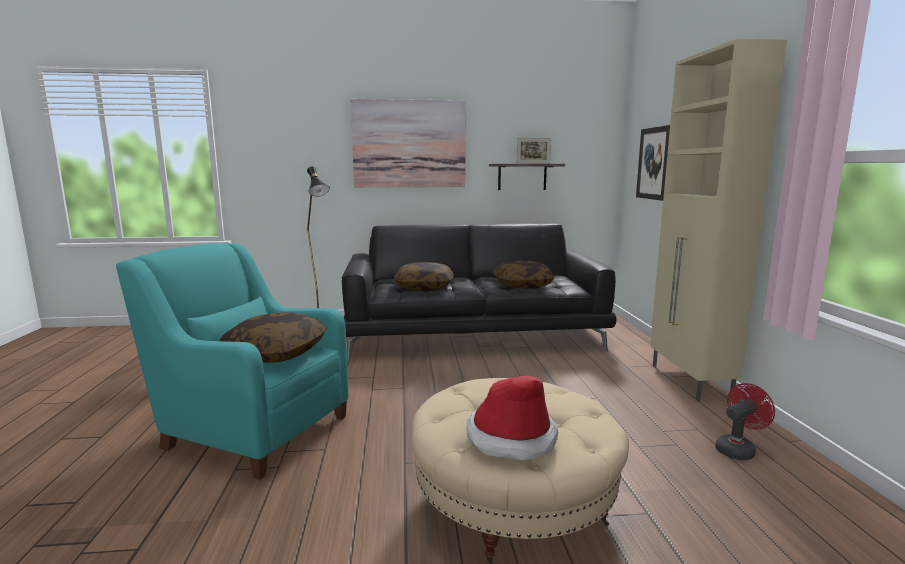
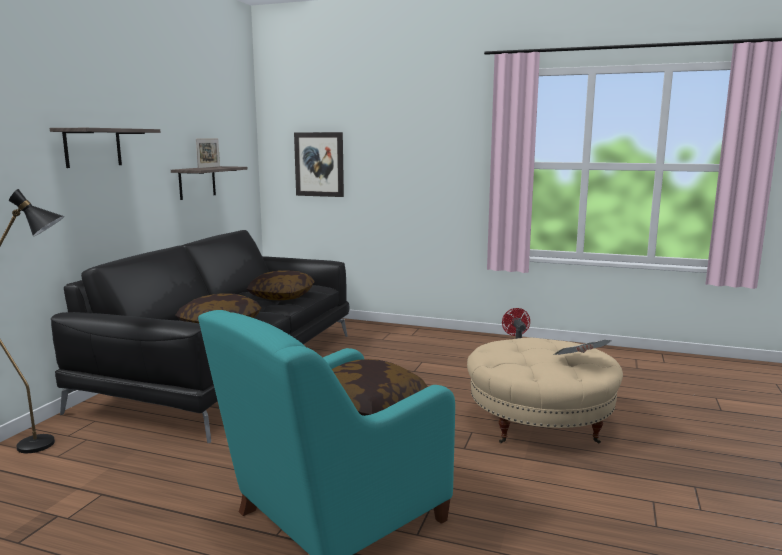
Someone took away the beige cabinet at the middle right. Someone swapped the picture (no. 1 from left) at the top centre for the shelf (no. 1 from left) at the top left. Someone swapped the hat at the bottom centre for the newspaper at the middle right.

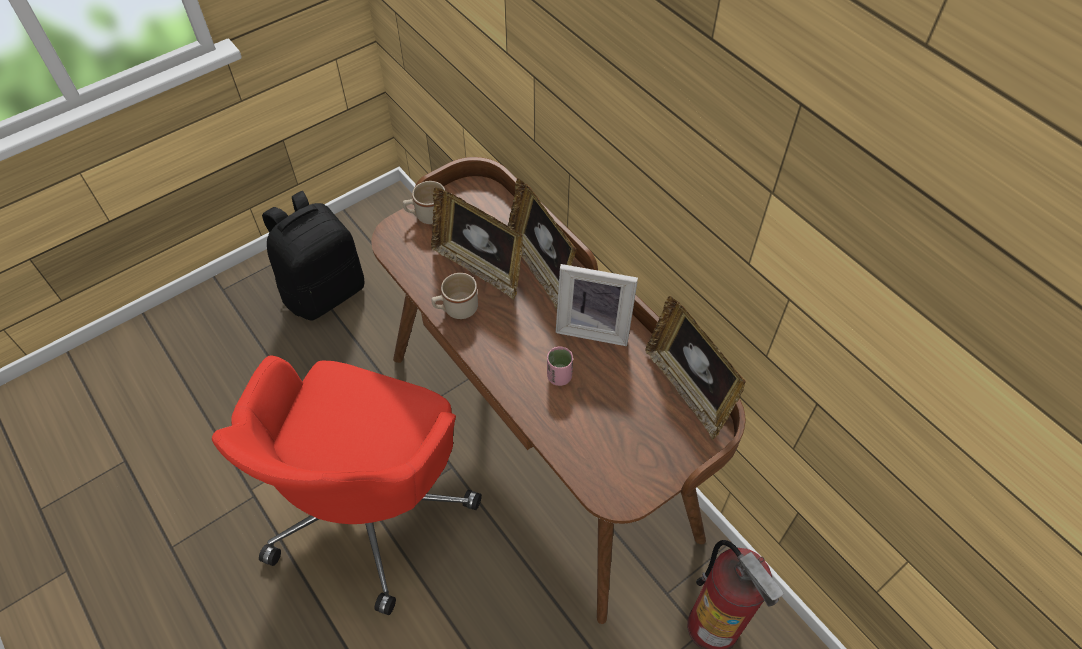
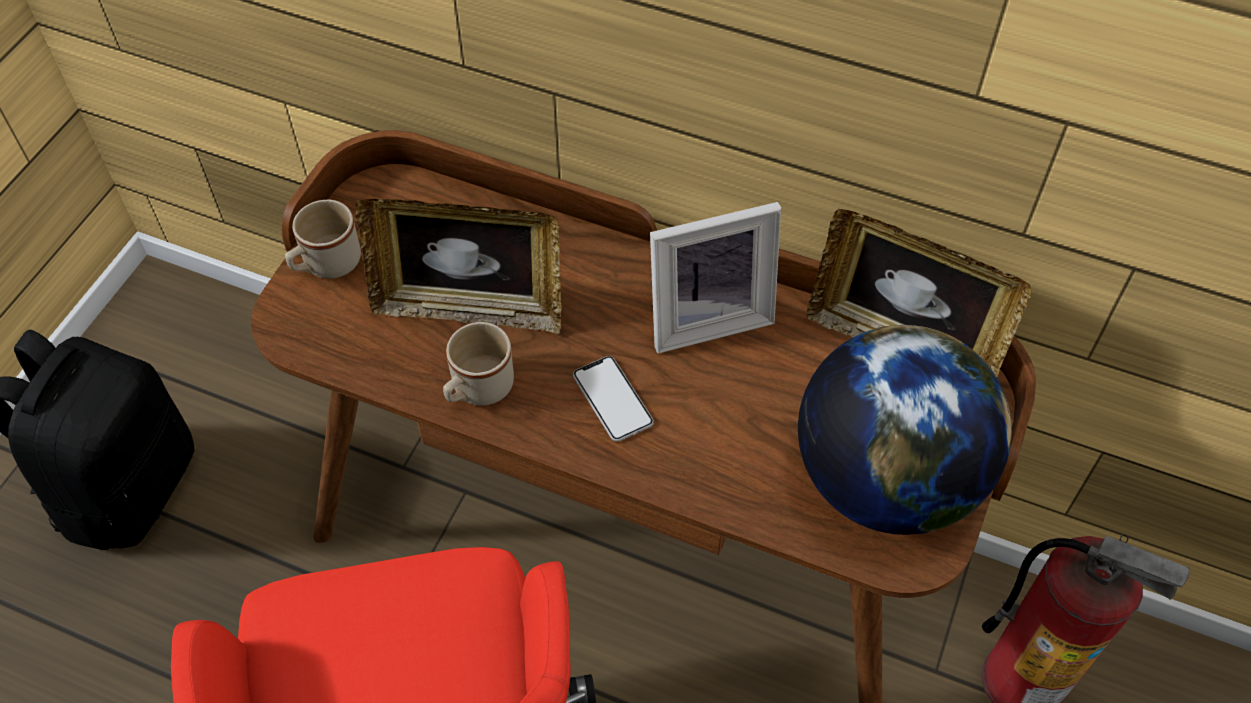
Someone took away the picture frame (no. 2 from left) at the centre. Someone took away the pink cup at the centre. Someone put down the globe at the middle right. Someone put down the phone at the centre.

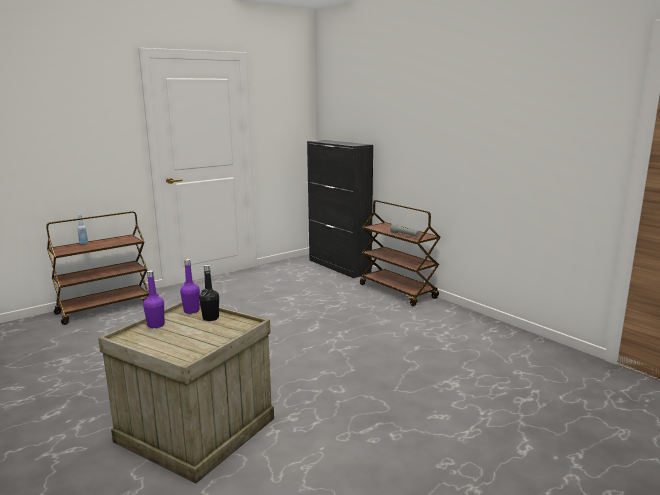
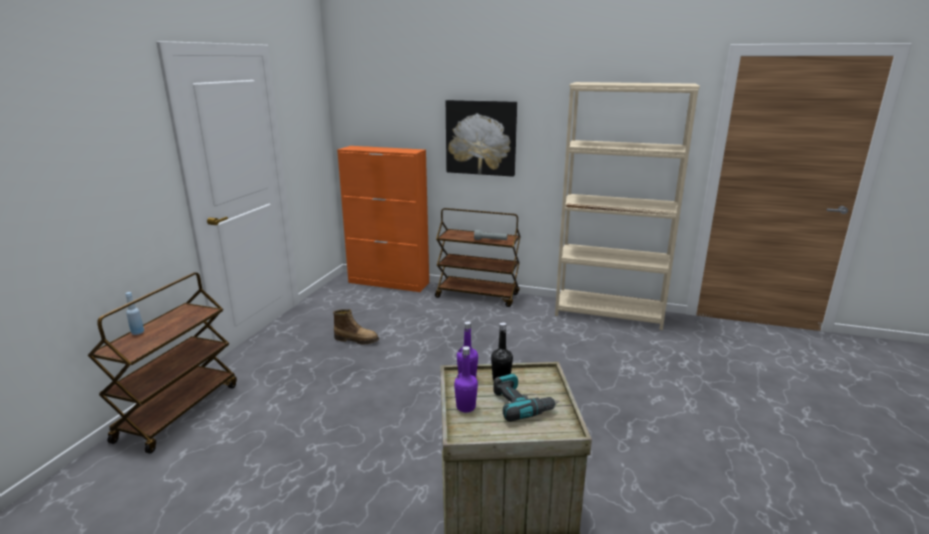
Someone repainted the black cabinet at the centre, which became the orange cabinet at the centre. Someone put down the beige bookcase at the middle right. Someone put up the picture at the top centre. Someone put down the boot at the centre. Someone put down the power drill at the bottom centre.

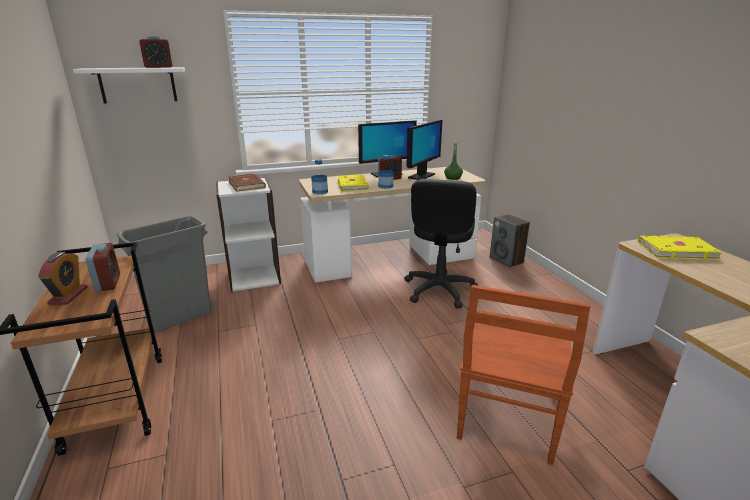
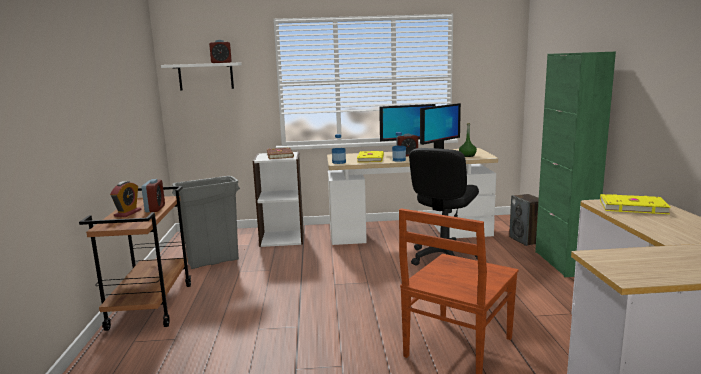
Someone put down the green cabinet at the middle right.

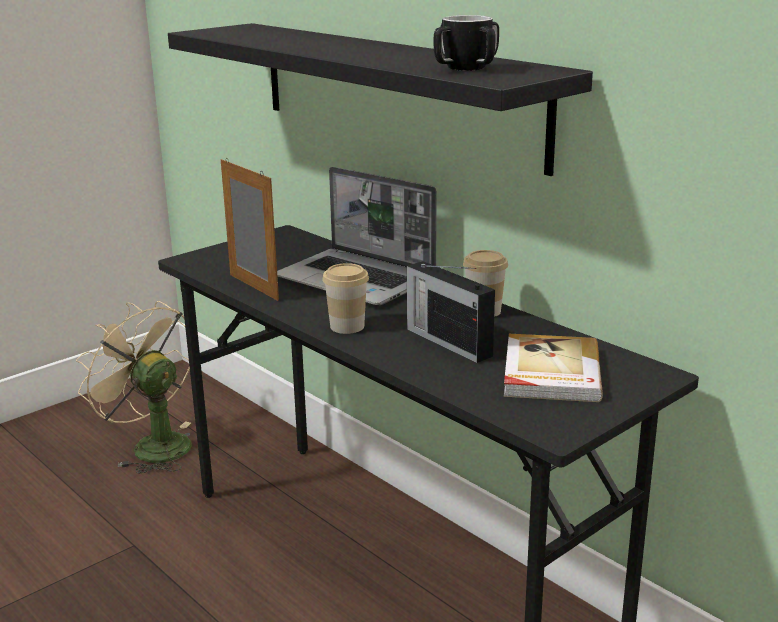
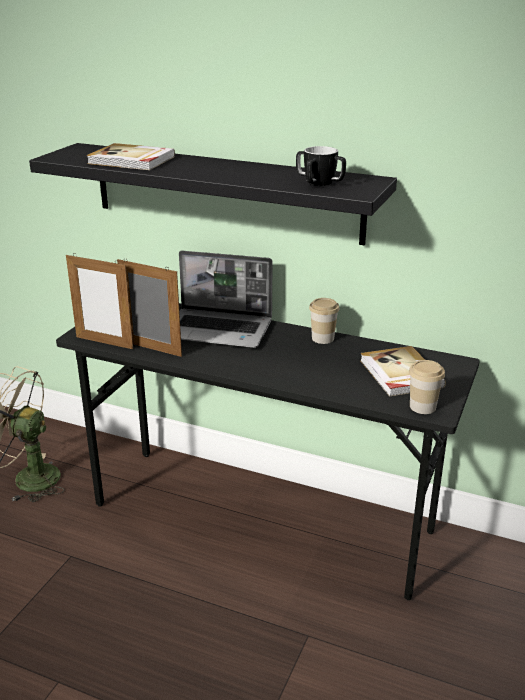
Someone took away the radio at the centre. Someone carried the cup (no. 1 from left in the first image) from the centre to the middle right. Someone put down the book (no. 1 from left) at the top left. Someone put down the picture frame (no. 1 from left) at the middle left.

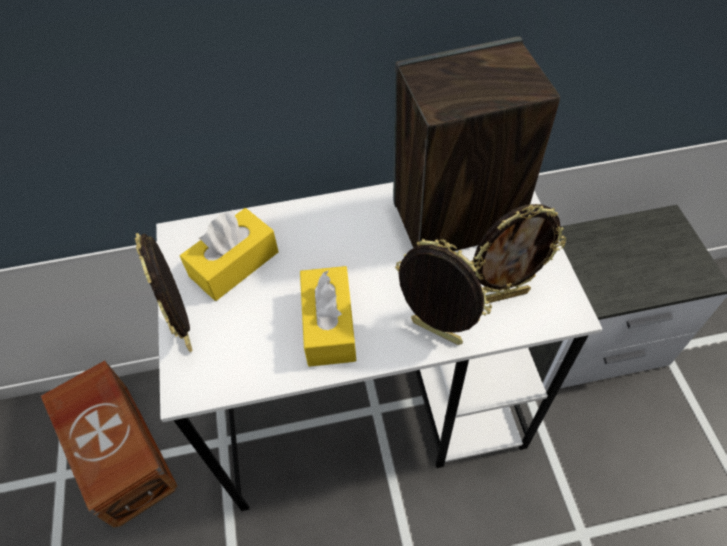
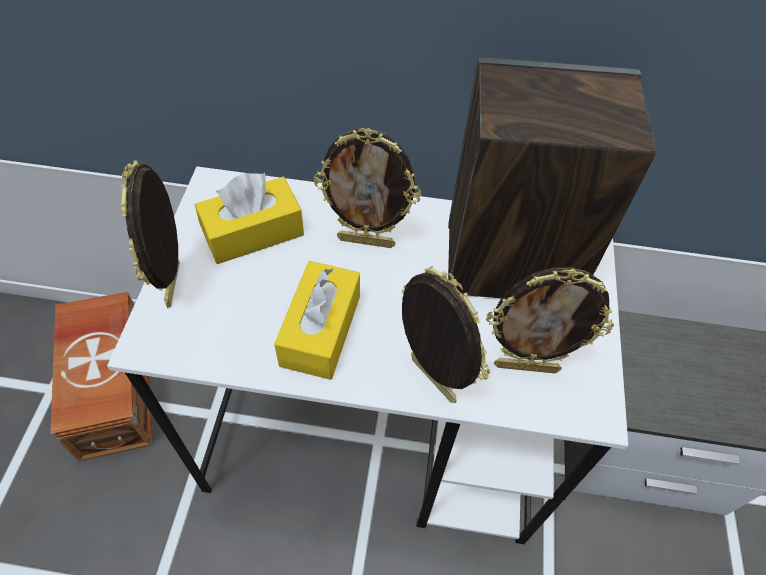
Someone put down the picture frame (no. 2 from left) at the top centre.

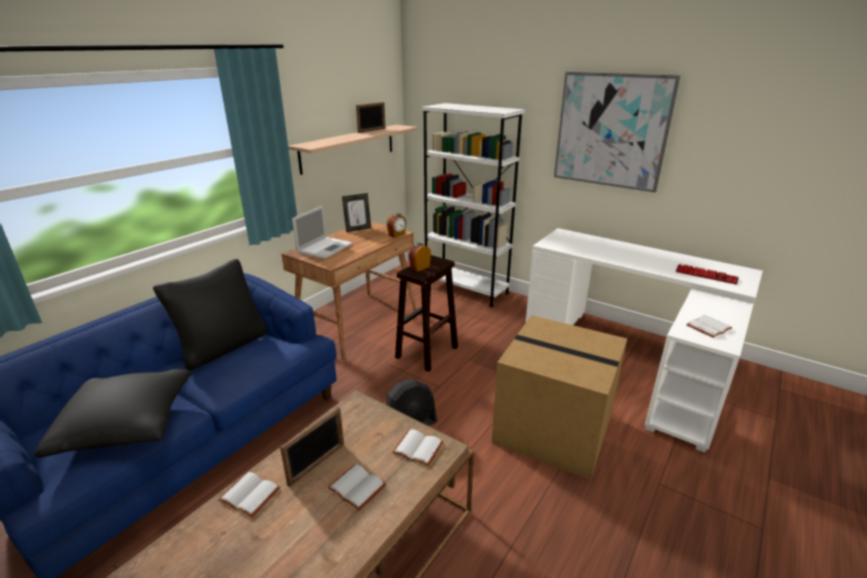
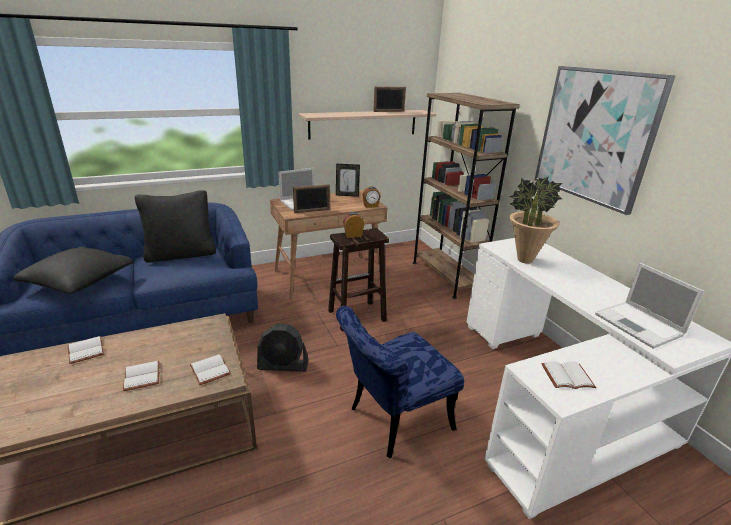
Someone repainted the white bookcase at the centre, which became the brown bookcase at the centre. Someone swapped the keyboard at the middle right for the laptop (no. 2 from left) at the middle right. Someone swapped the cardboard box at the bottom centre for the blue chair at the bottom centre. Someone carried the picture frame (no. 1 from left) from the bottom centre to the centre. Someone put down the potted plant at the middle right.

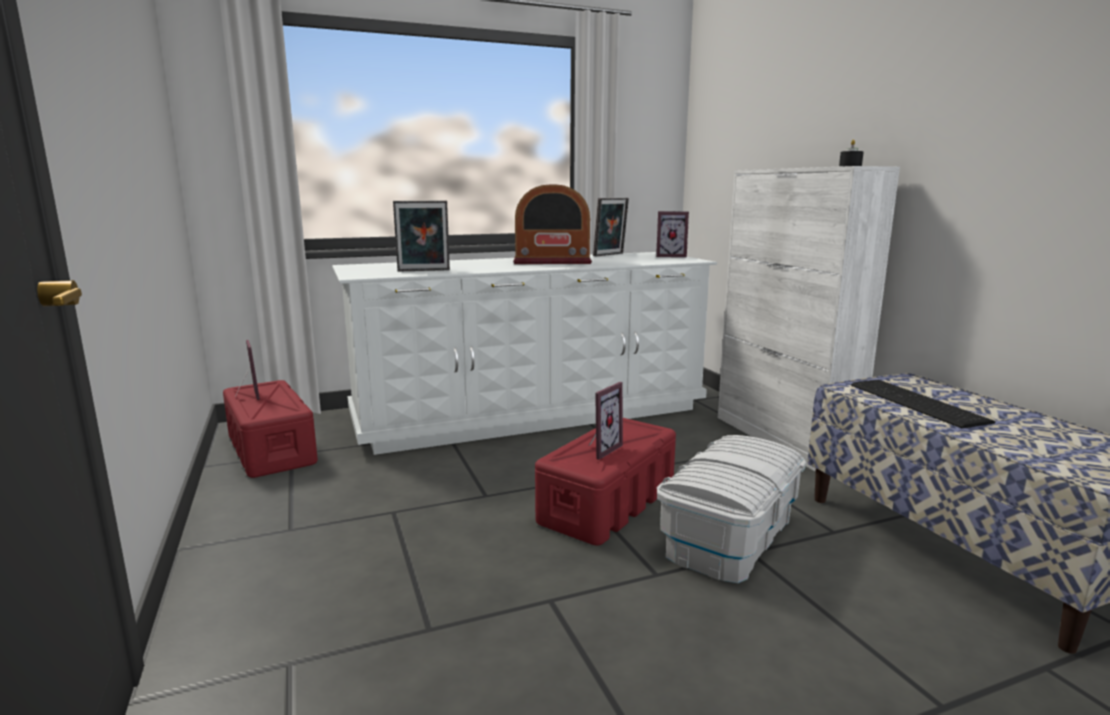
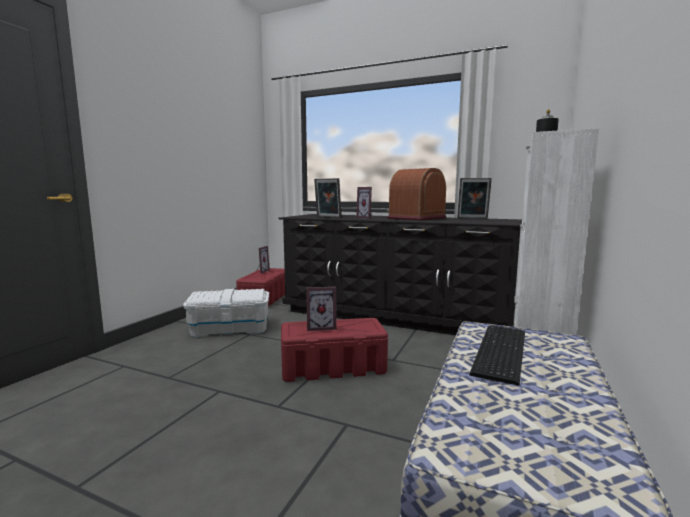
Someone rotated the radio at the top centre by 90 degrees clockwise. Someone carried the picture frame (no. 5 from left in the first image) from the top centre to the centre. Someone repainted the white dresser at the centre, which became the black dresser at the centre. Someone carried the white storage box from the bottom centre to the middle left.

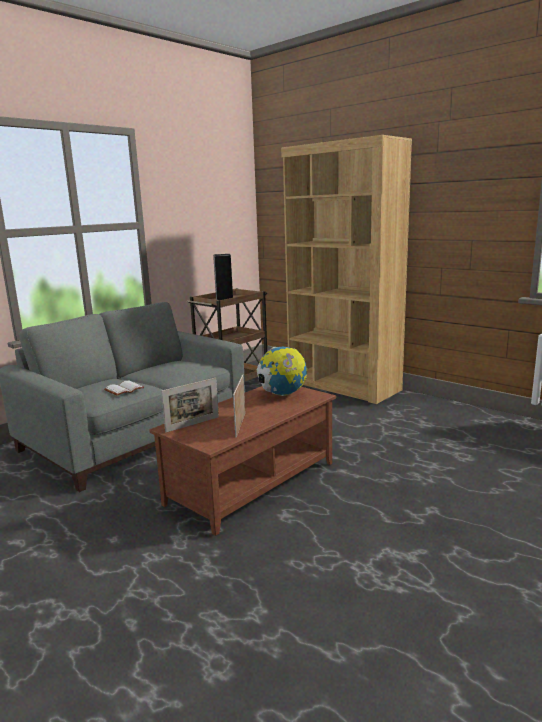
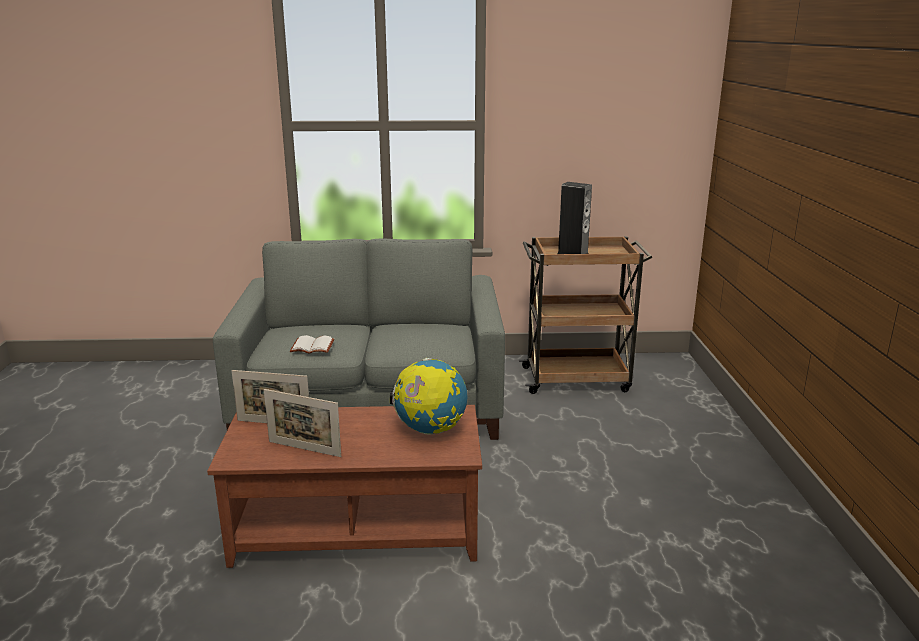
Someone took away the brown bookcase at the centre. Someone rotated the picture frame (no. 2 from left) at the centre by 120 degrees counterclockwise.

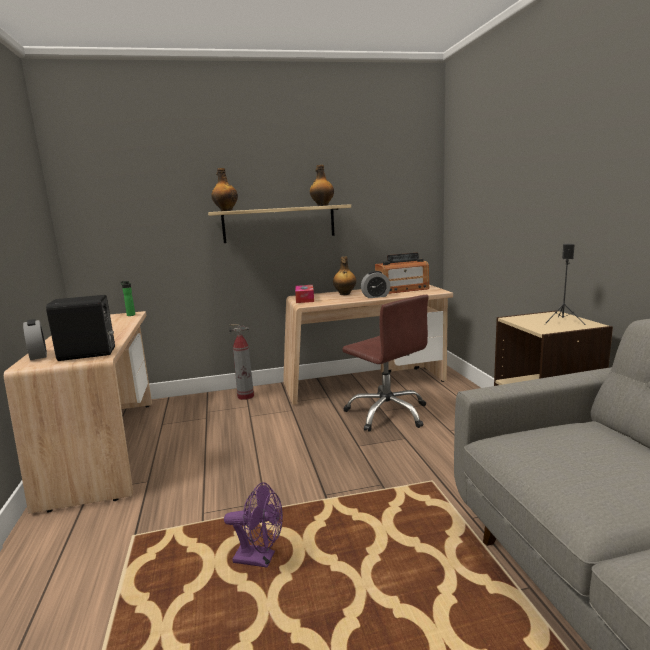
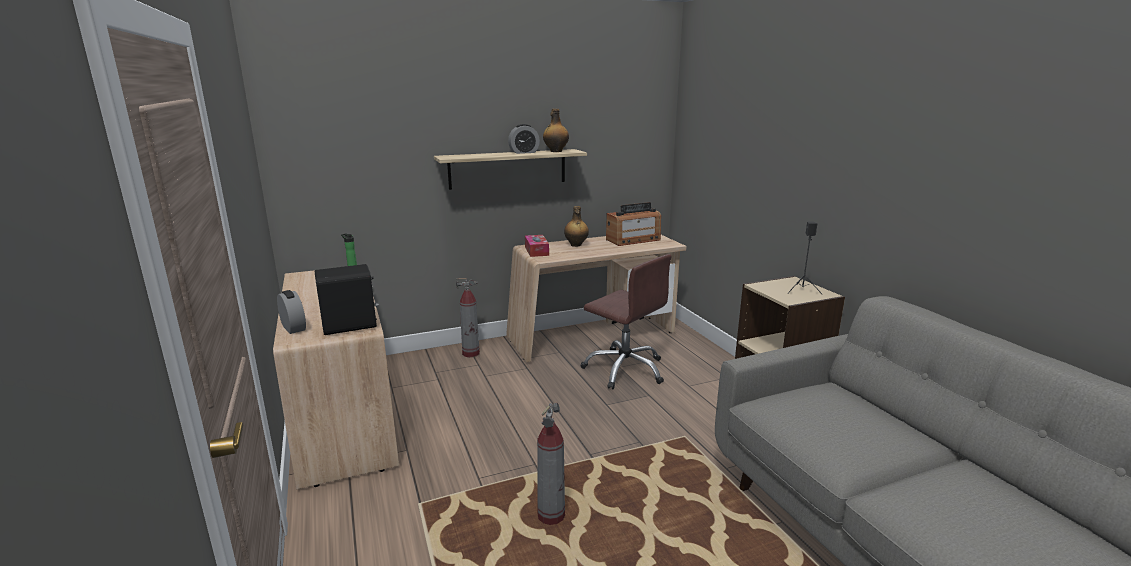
Someone took away the bottle (no. 2 from left) at the top centre. Someone carried the alarm clock (no. 2 from left) from the centre to the top centre. Someone swapped the purple fan at the bottom centre for the fire extinguisher (no. 2 from left) at the bottom centre.

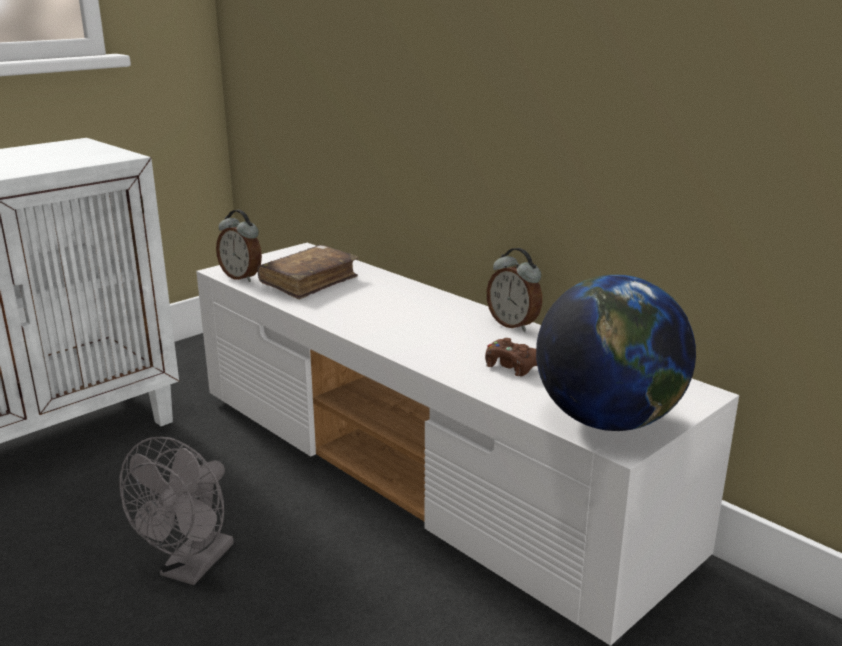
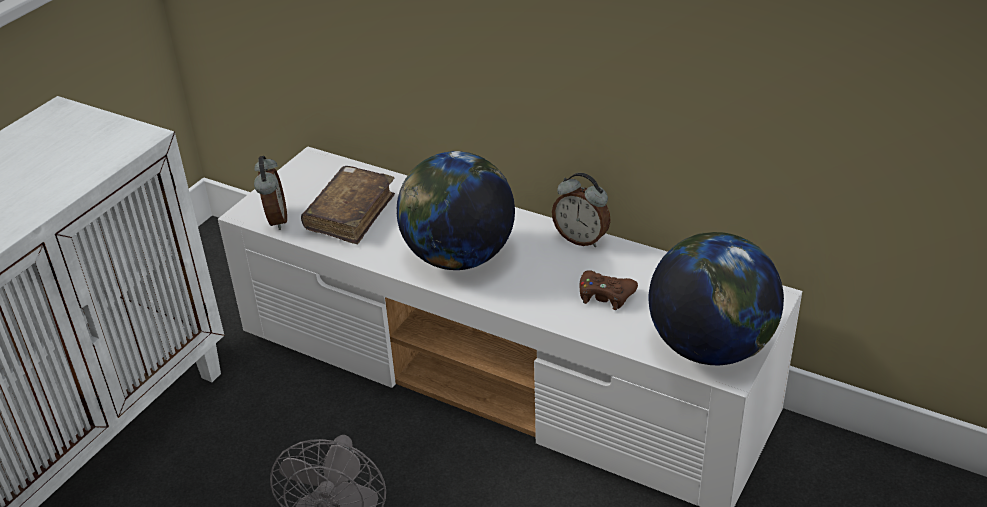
Someone rotated the alarm clock (no. 1 from left) at the middle left by 120 degrees counterclockwise. Someone put down the globe (no. 1 from left) at the centre.

